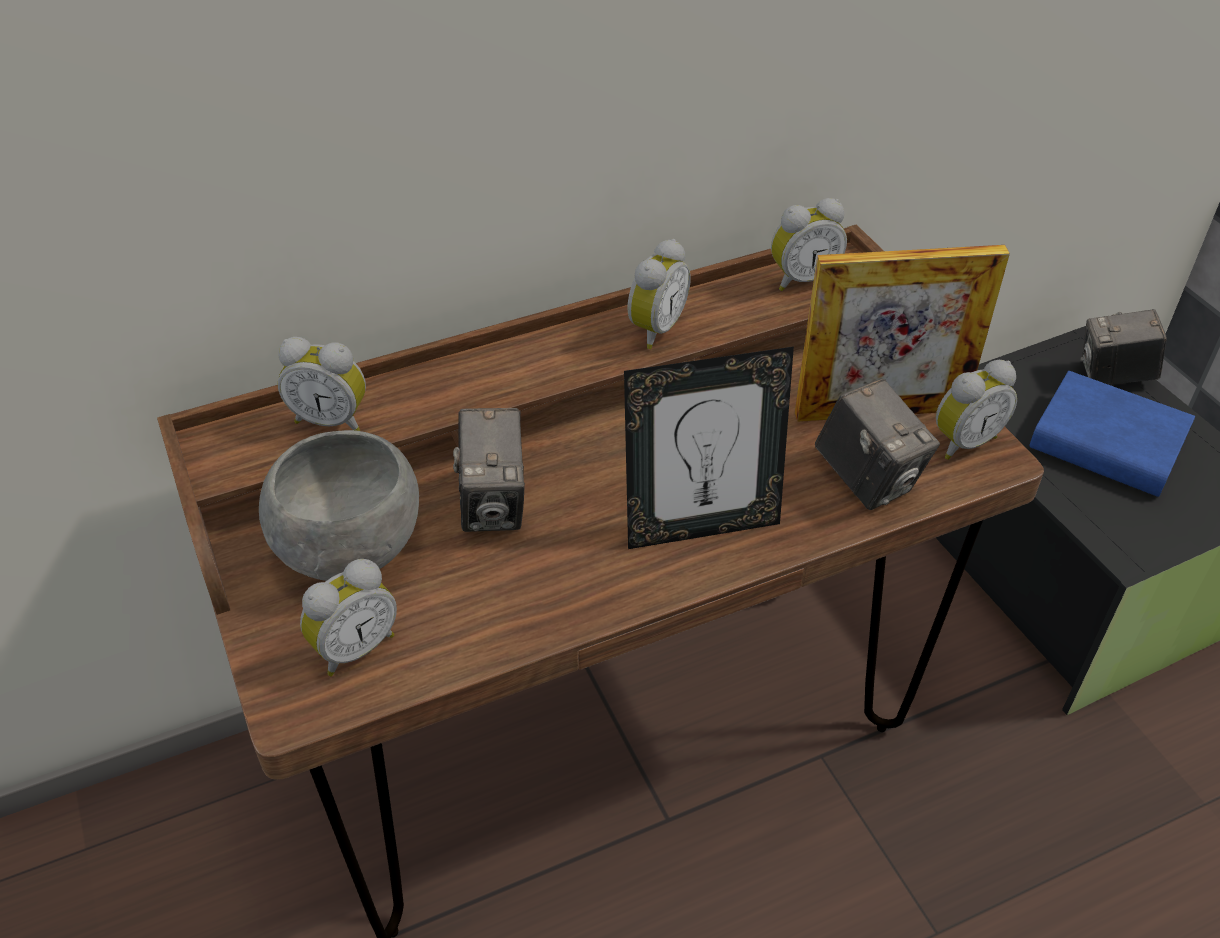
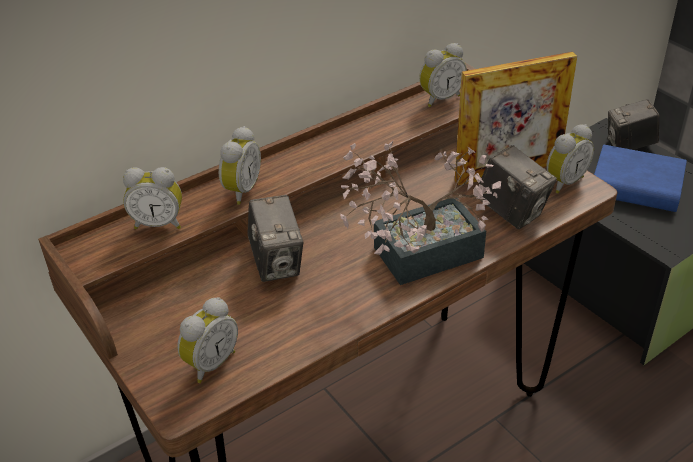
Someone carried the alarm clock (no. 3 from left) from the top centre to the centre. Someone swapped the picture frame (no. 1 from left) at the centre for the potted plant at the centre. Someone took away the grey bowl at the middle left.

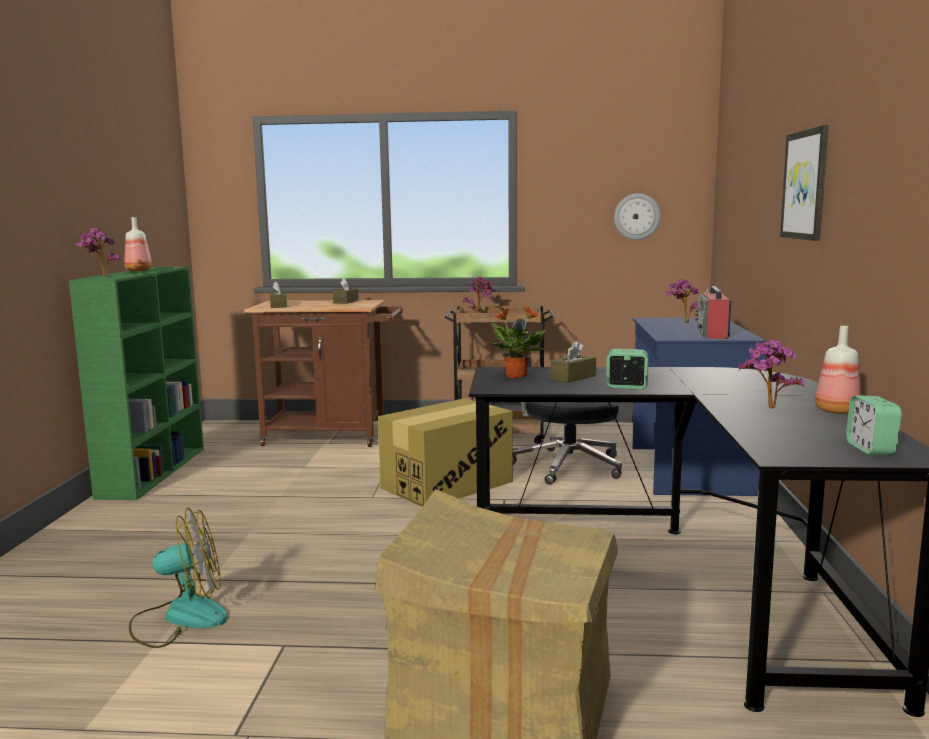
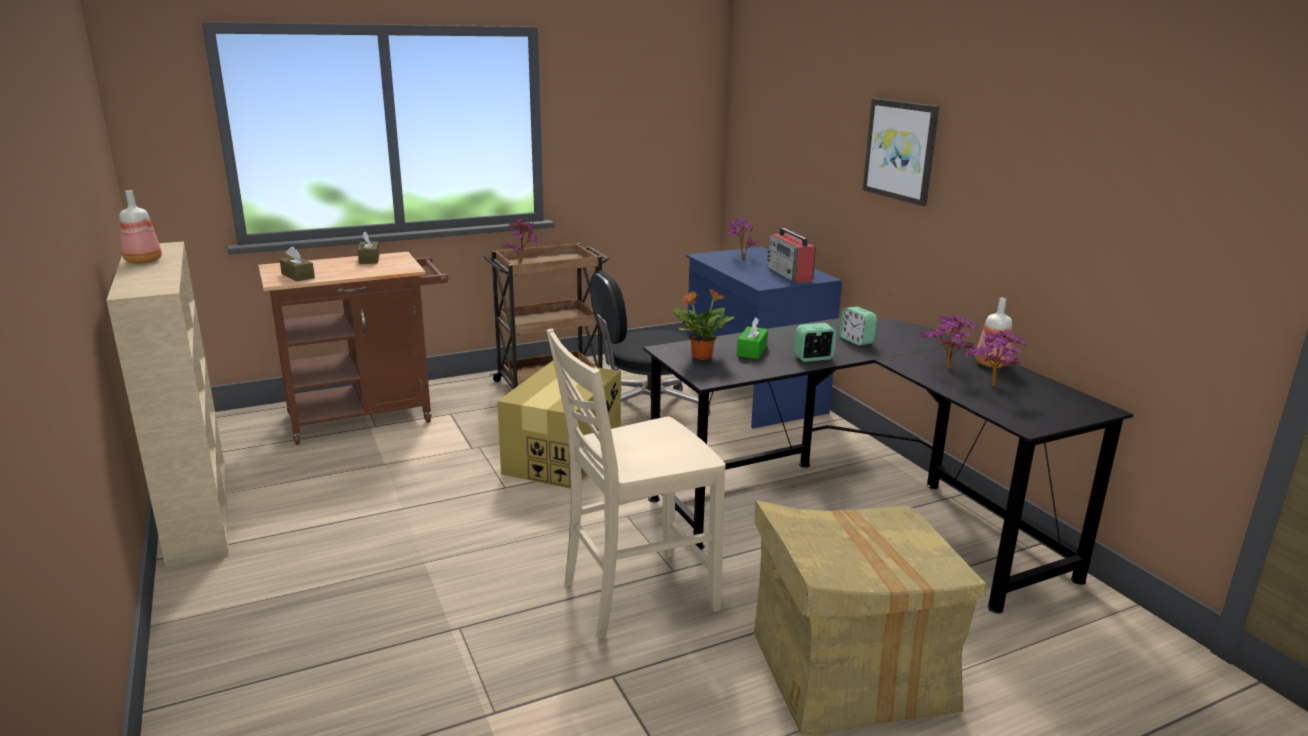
Someone took away the wall clock at the top right. Someone carried the potted plant (no. 1 from left in the first image) from the middle left to the middle right. Someone repainted the green bookcase at the middle left, which became the beige bookcase at the middle left. Someone repainted the brown tissue box (no. 3 from left) at the centre, which became the green tissue box at the centre. Someone carried the alarm clock (no. 2 from left) from the middle right to the centre. Someone took away the fan at the bottom left. Someone put down the beige chair at the centre.

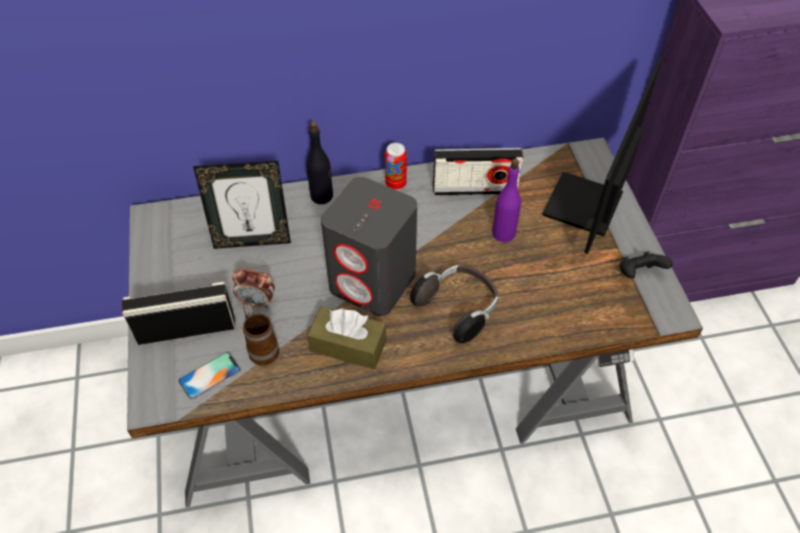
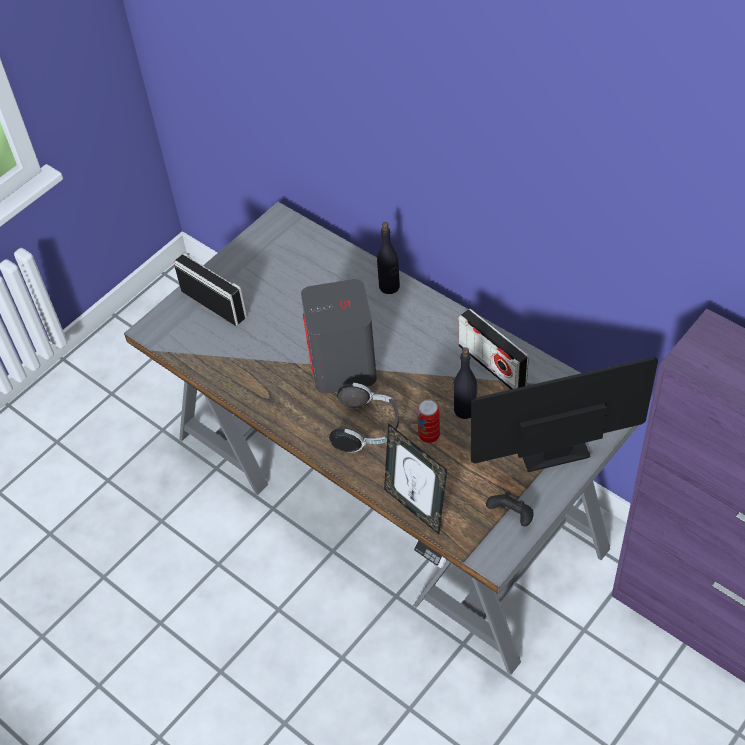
Someone carried the can from the top centre to the centre. Someone repainted the purple bottle at the centre, which became the black bottle (no. 2 from left) at the centre. Someone carried the picture frame from the middle left to the centre. Someone took away the alarm clock at the middle left. Someone took away the mug at the middle left. Someone took away the brown tissue box at the centre. Someone took away the phone at the bottom left.

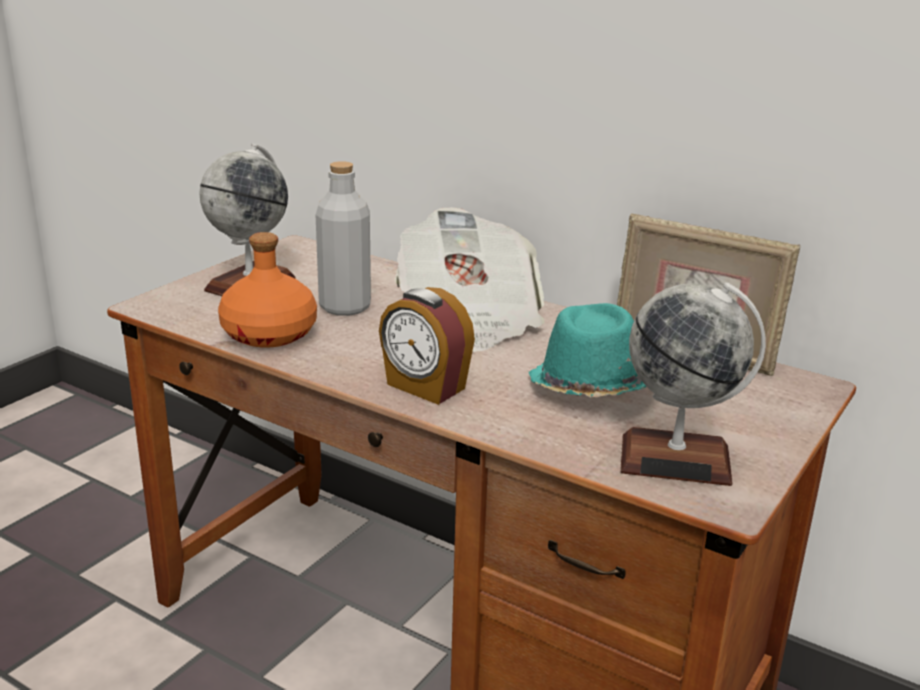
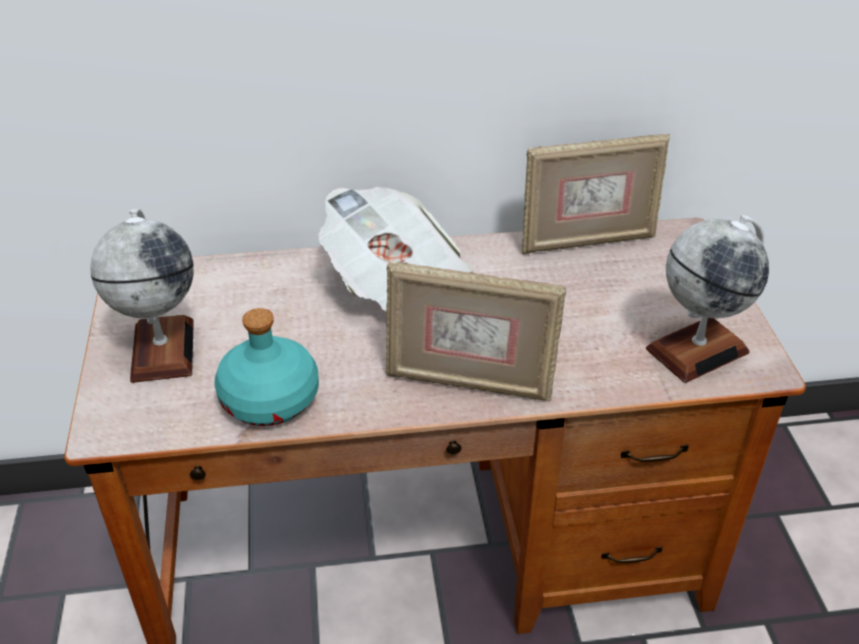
Someone took away the grey bottle at the centre. Someone repainted the orange bottle at the middle left, which became the turquoise bottle at the middle left. Someone swapped the alarm clock at the centre for the picture frame (no. 1 from left) at the centre. Someone took away the turquoise hat at the centre.

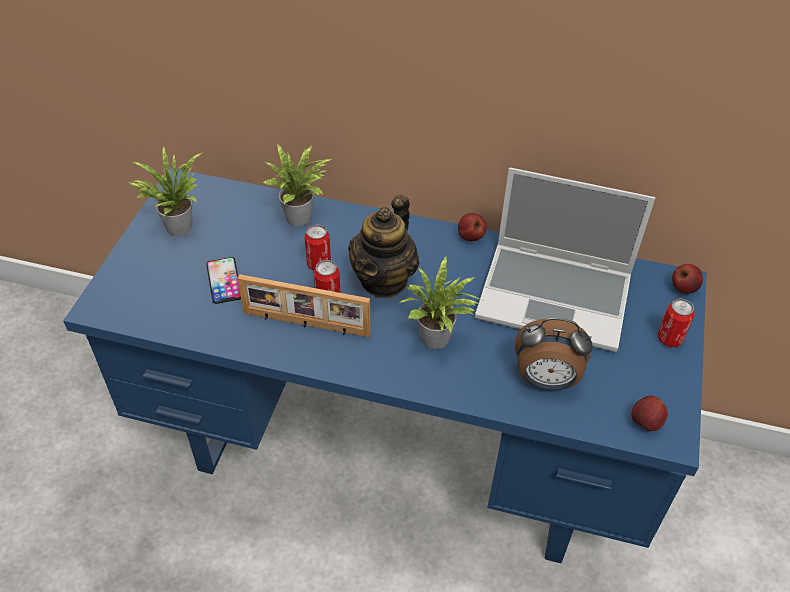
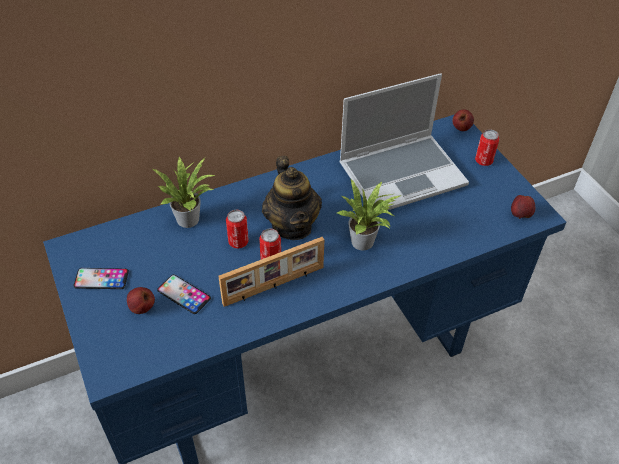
Someone swapped the potted plant (no. 1 from left) at the top left for the phone (no. 1 from left) at the middle left. Someone carried the apple (no. 1 from left) from the centre to the middle left. Someone took away the alarm clock at the middle right.

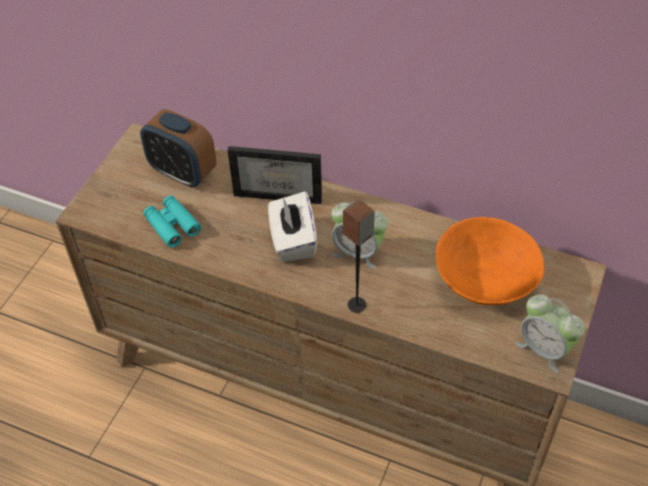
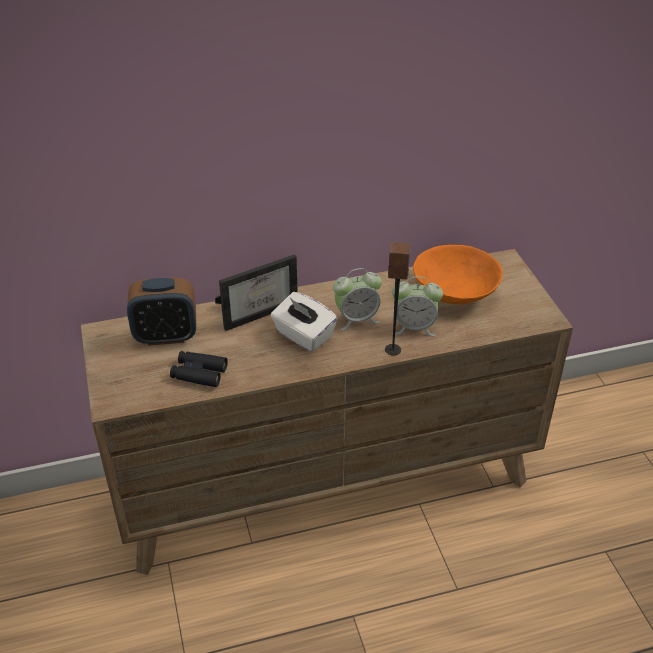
Someone repainted the turquoise binoculars at the middle left, which became the black binoculars at the middle left. Someone carried the alarm clock (no. 3 from left) from the bottom right to the centre.

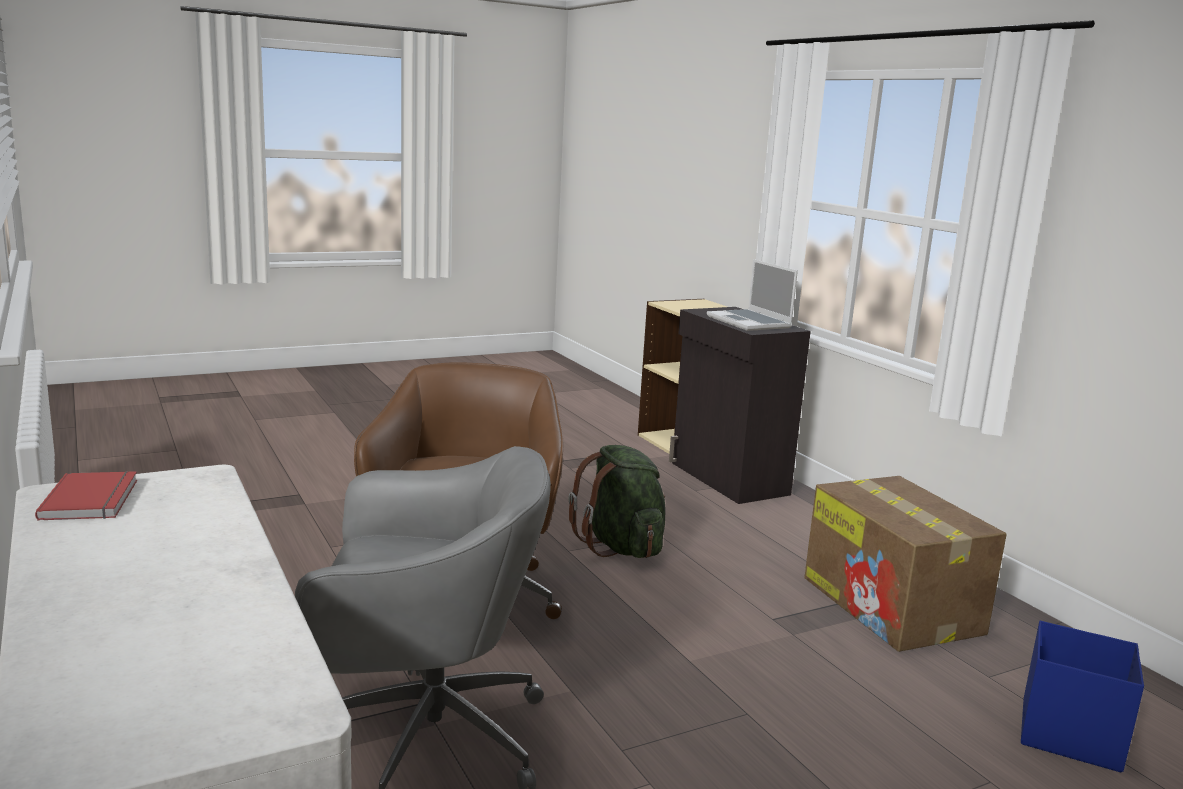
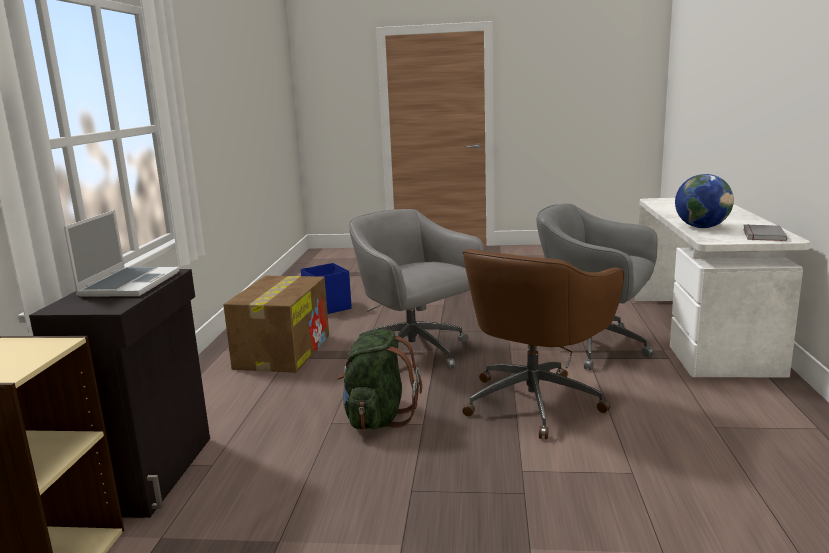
Someone repainted the red book at the middle left, which became the grey book at the middle right. Someone put down the globe at the middle right. Someone put down the grey office chair (no. 1 from left) at the centre.

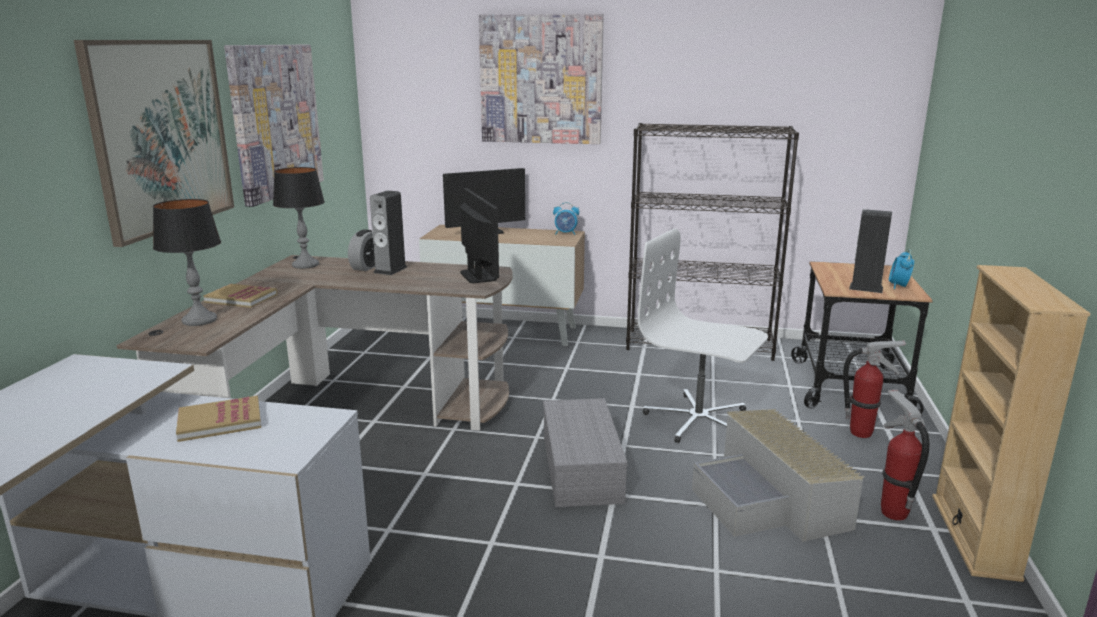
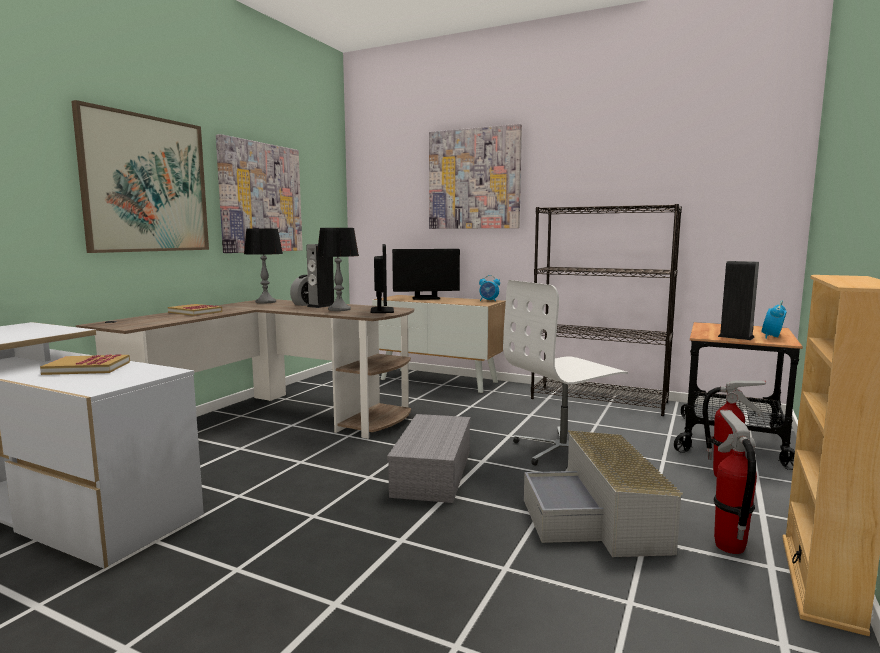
Someone carried the table lamp (no. 1 from left in the first image) from the middle left to the centre. Someone rotated the white office chair at the centre by 75 degrees counterclockwise.

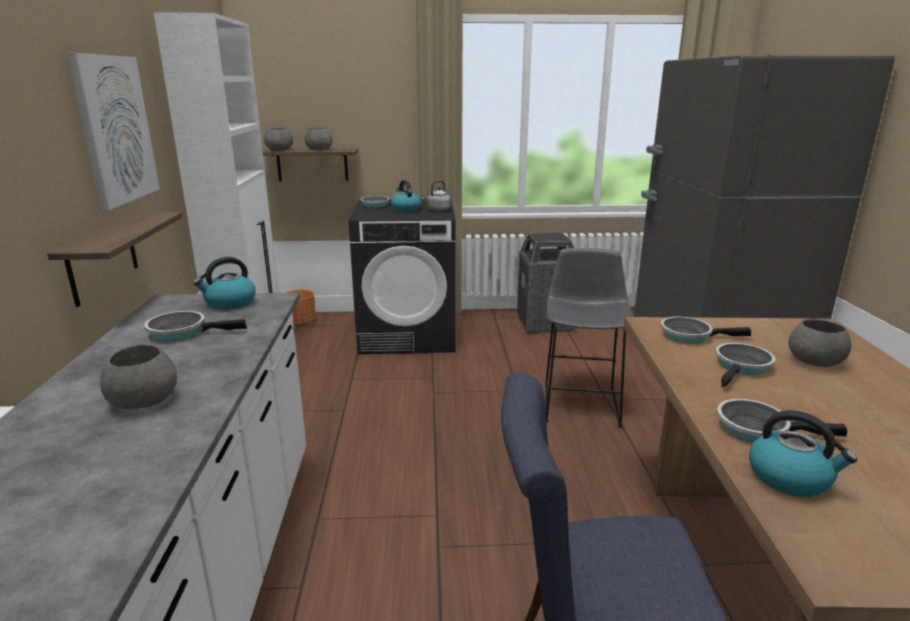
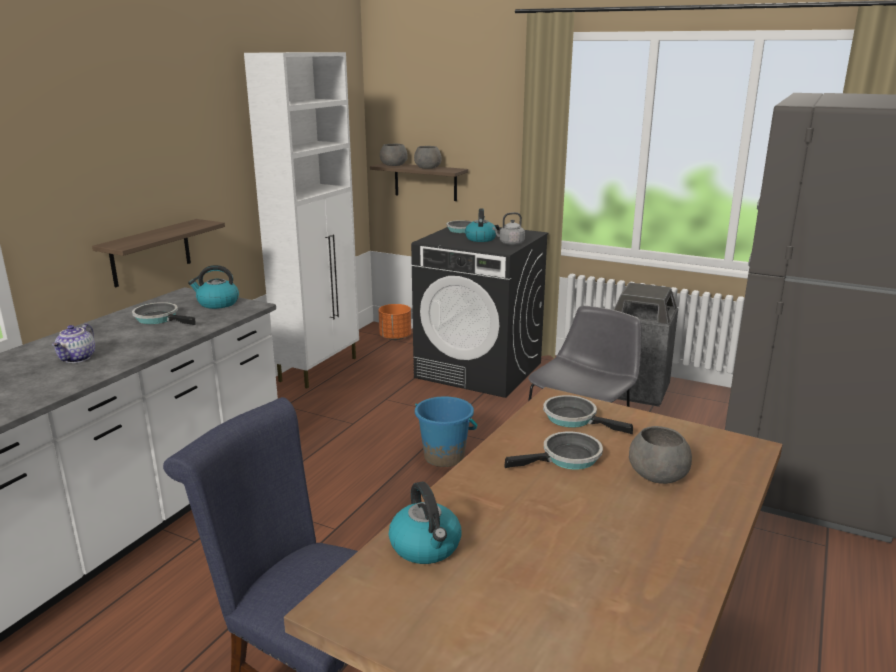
Someone took away the picture at the top left. Someone swapped the grey bowl (no. 1 from left) at the middle left for the teapot at the middle left. Someone took away the frying pan (no. 5 from left) at the bottom right. Someone put down the blue bucket at the centre.

